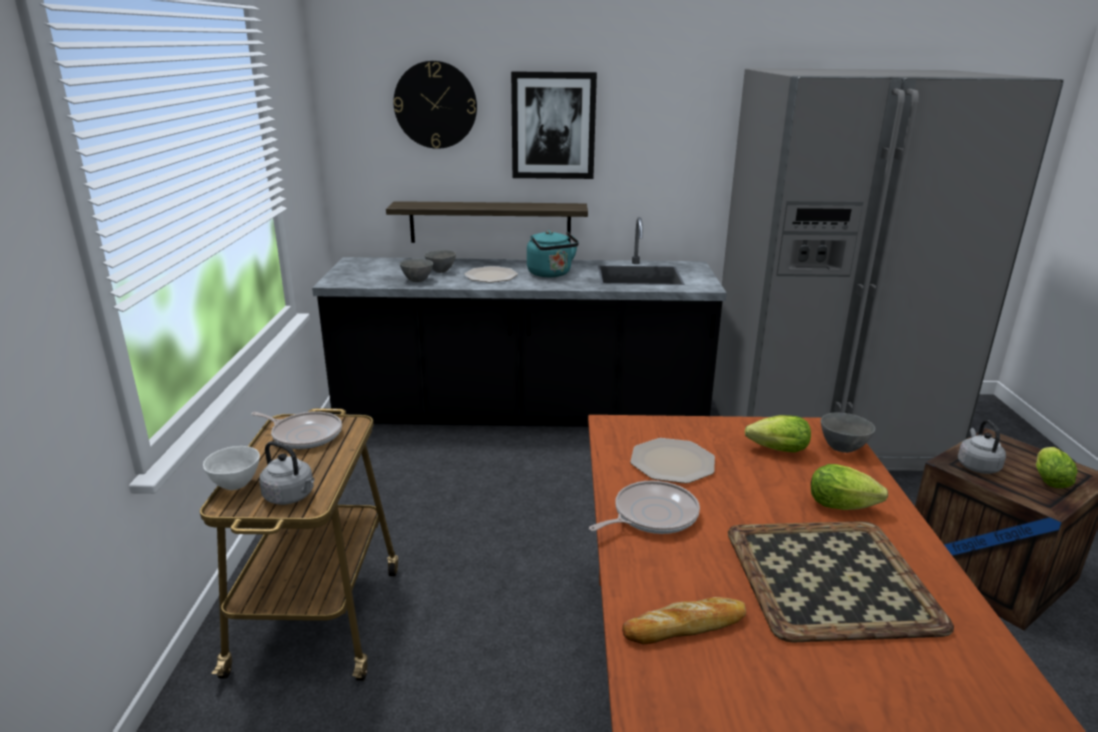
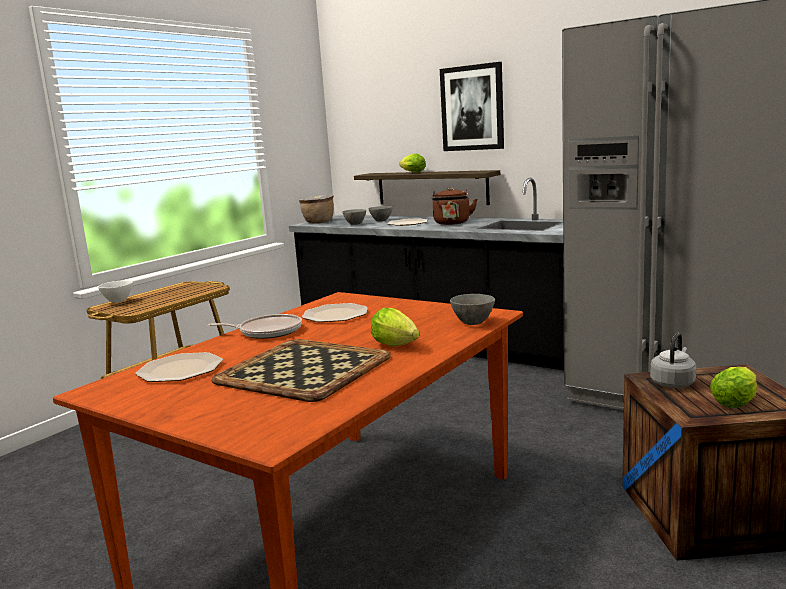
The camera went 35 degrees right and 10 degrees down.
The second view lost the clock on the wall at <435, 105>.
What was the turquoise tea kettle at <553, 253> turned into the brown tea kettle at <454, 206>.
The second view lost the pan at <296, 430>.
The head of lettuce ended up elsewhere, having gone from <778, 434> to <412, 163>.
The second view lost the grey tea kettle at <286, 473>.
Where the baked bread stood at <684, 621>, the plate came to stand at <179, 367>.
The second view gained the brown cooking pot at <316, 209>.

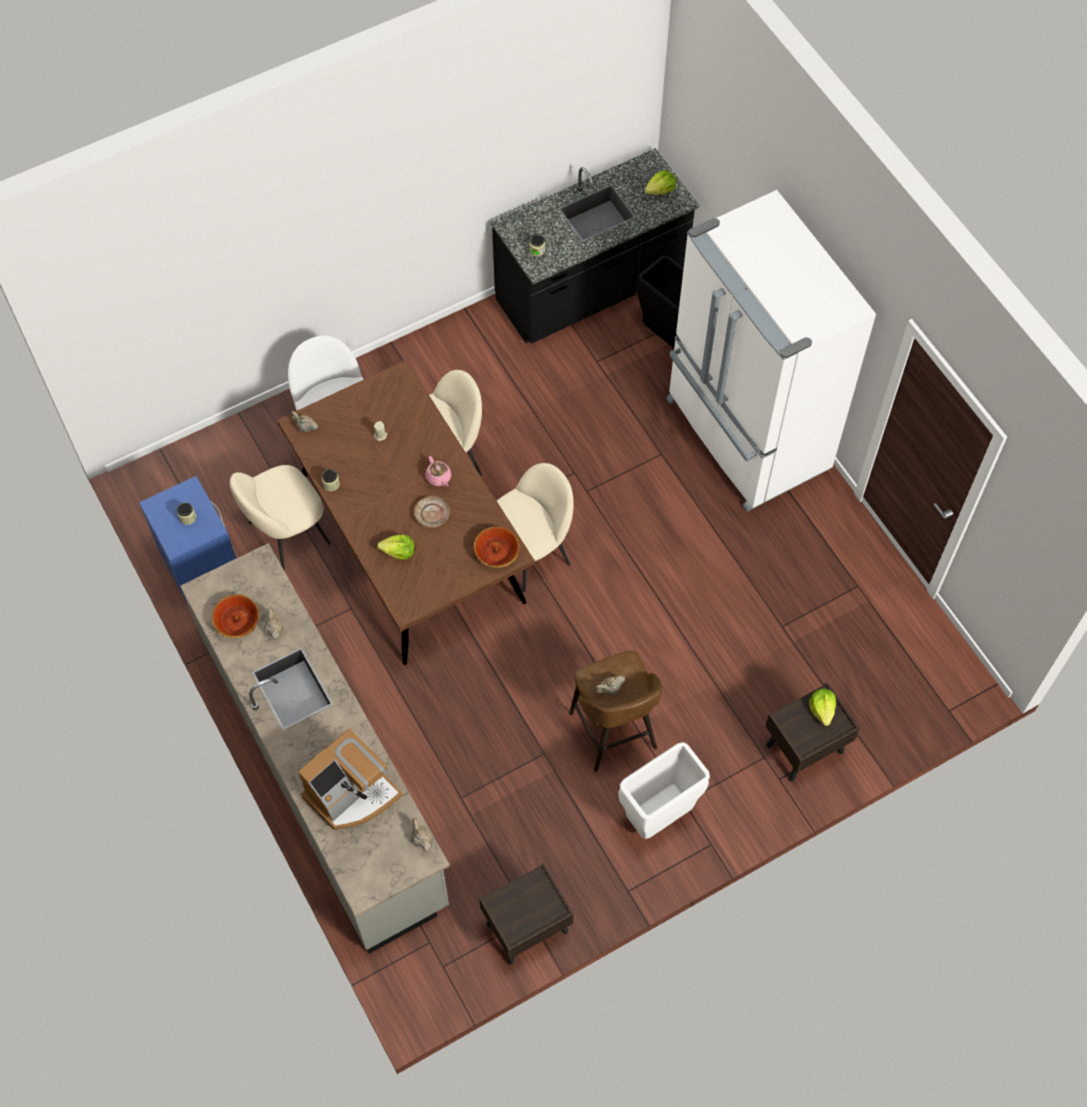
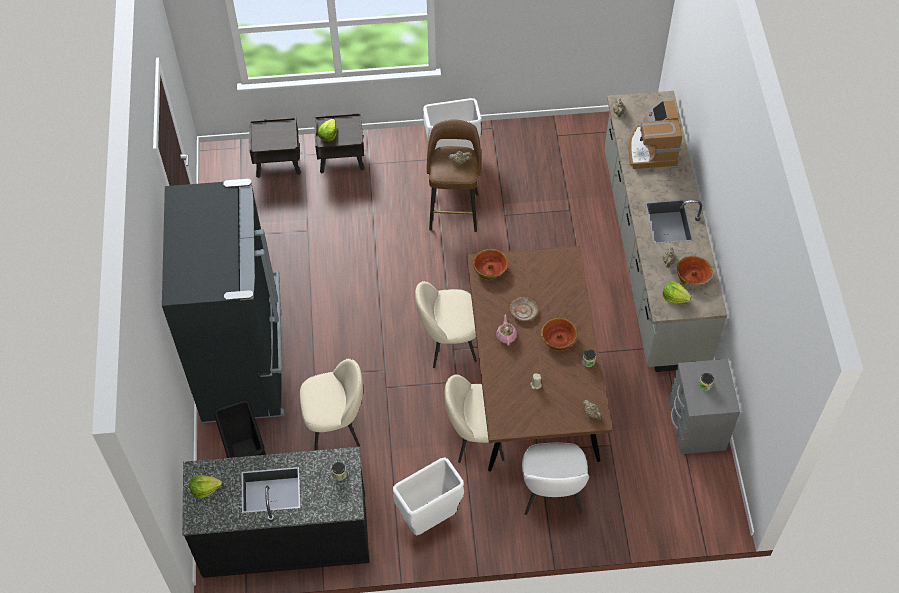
The camera went 155 degrees left and 5 degrees down.
What was the white refrigerator at <771, 351> turned into the black-coloured refrigerator at <223, 301>.
The sand-coloured plain chair ended up elsewhere, having gone from <280, 518> to <331, 405>.
What was the bluish bedside table at <187, 541> turned into the grey bedside table at <704, 406>.
The head of lettuce ended up elsewhere, having gone from <396, 547> to <677, 292>.
The coffee maker at <350, 779> ended up facing another way, 75 degrees counterclockwise from before.
The brown bedside table ended up elsewhere, having gone from <526, 914> to <275, 147>.
The second view gained the deep dish at <559, 334>.
The second view gained the white trash can at <428, 496>.

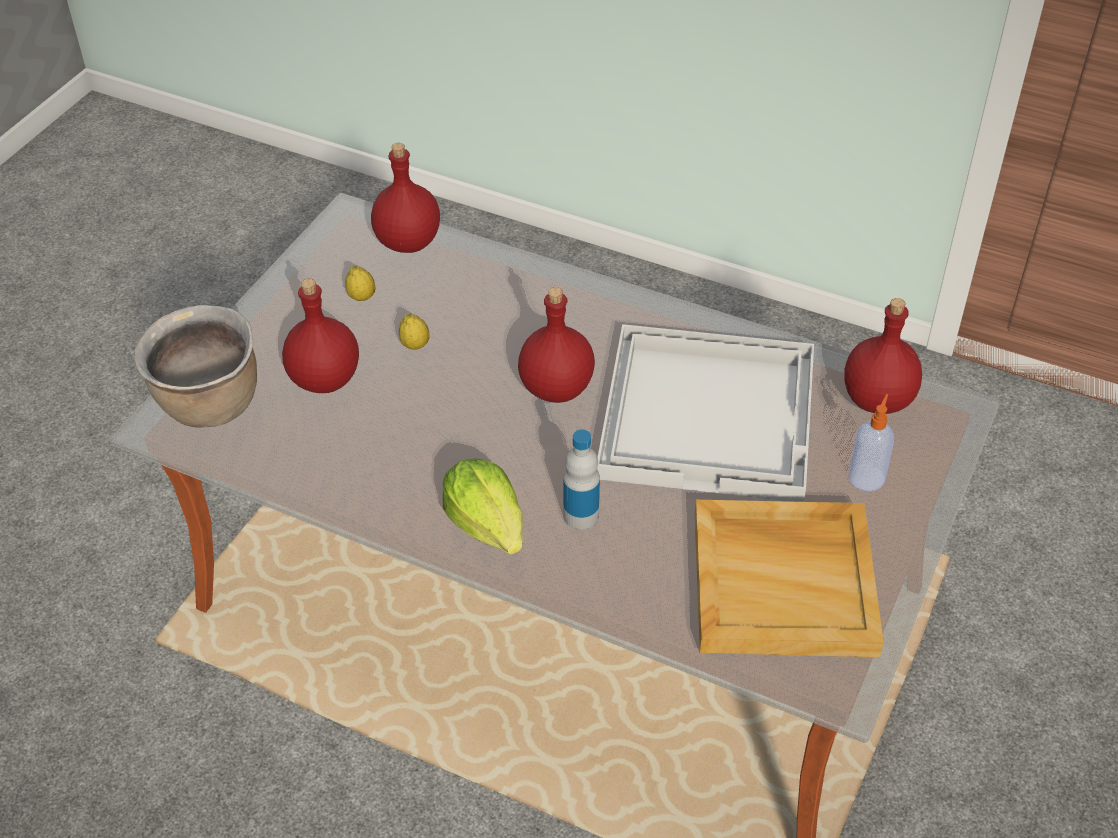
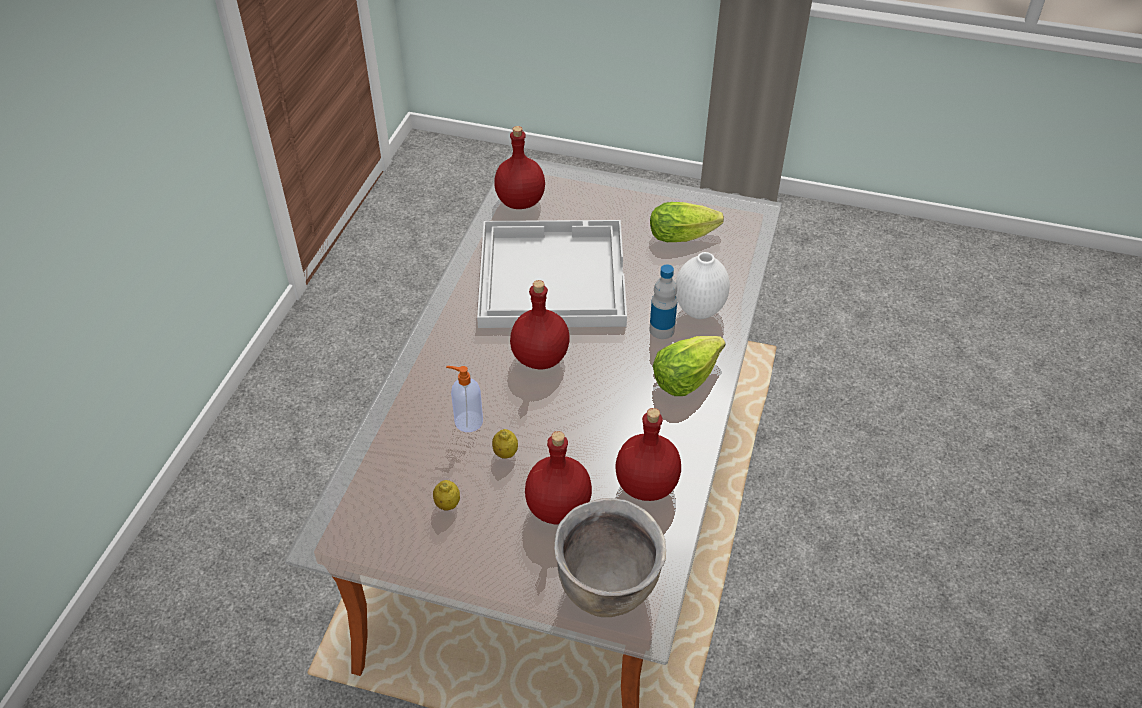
The camera went 100 degrees left and 0 degrees up.
The reddish drink bottle ended up elsewhere, having gone from <405, 198> to <648, 454>.
The soap bottle ended up elsewhere, having gone from <871, 442> to <464, 399>.
Where the sand-coloured serving tray stood at <789, 578>, the head of lettuce came to stand at <687, 222>.
The second view gained the white vase at <703, 285>.

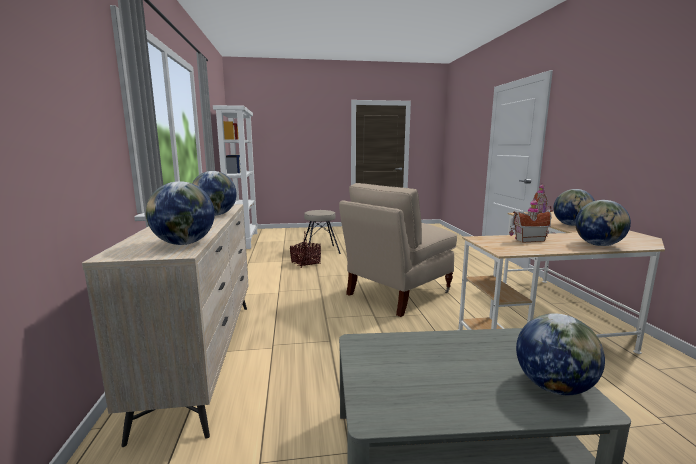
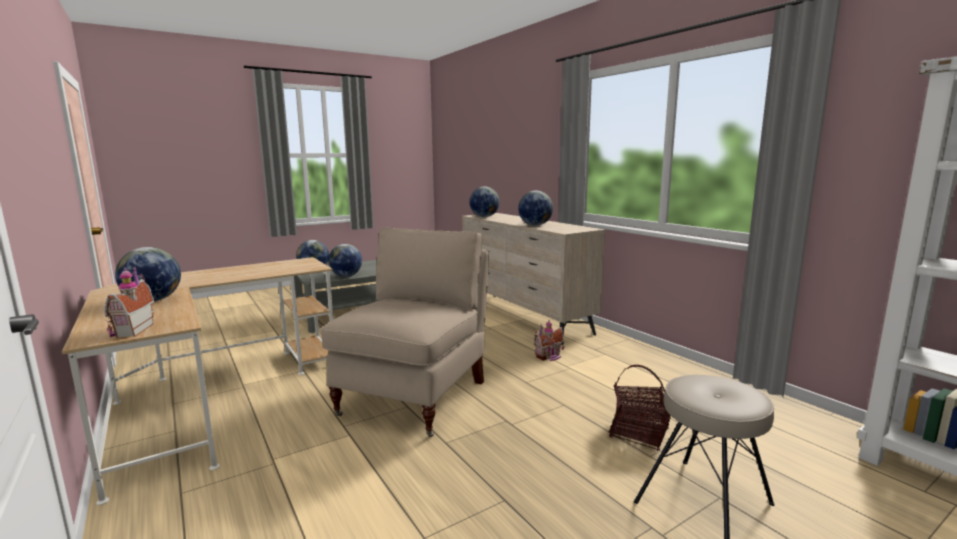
The camera went 155 degrees right and 0 degrees up.
The toy house ended up elsewhere, having gone from <531, 220> to <549, 340>.
The desk globe ended up elsewhere, having gone from <603, 223> to <345, 260>.

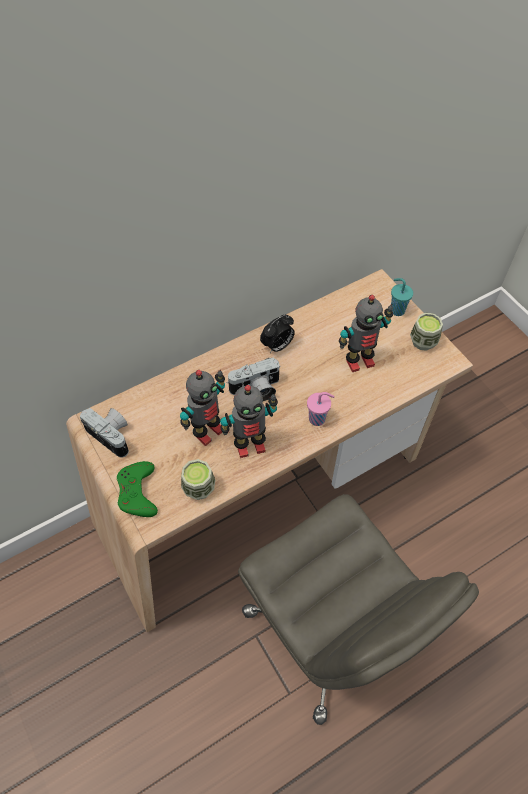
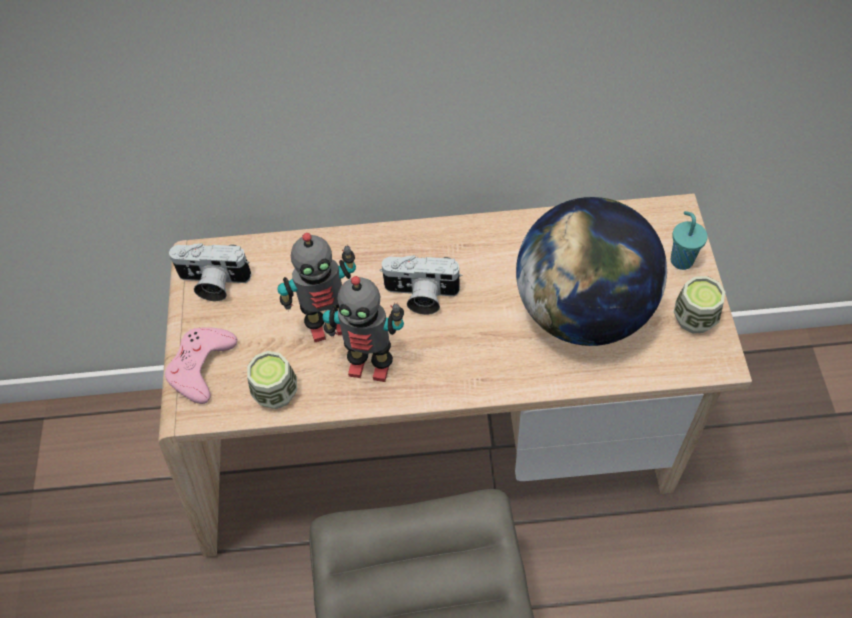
The camera went 30 degrees right and 0 degrees up.
Where the toy robot stood at <366, 333>, the desk globe came to stand at <591, 271>.
The second view lost the bedside clock at <277, 334>.
The second view lost the pinkish small cup at <321, 409>.
The still camera at <104, 433> ended up facing another way, 120 degrees clockwise from before.
What was the green joypad at <137, 489> turned into the pinkish joypad at <201, 366>.

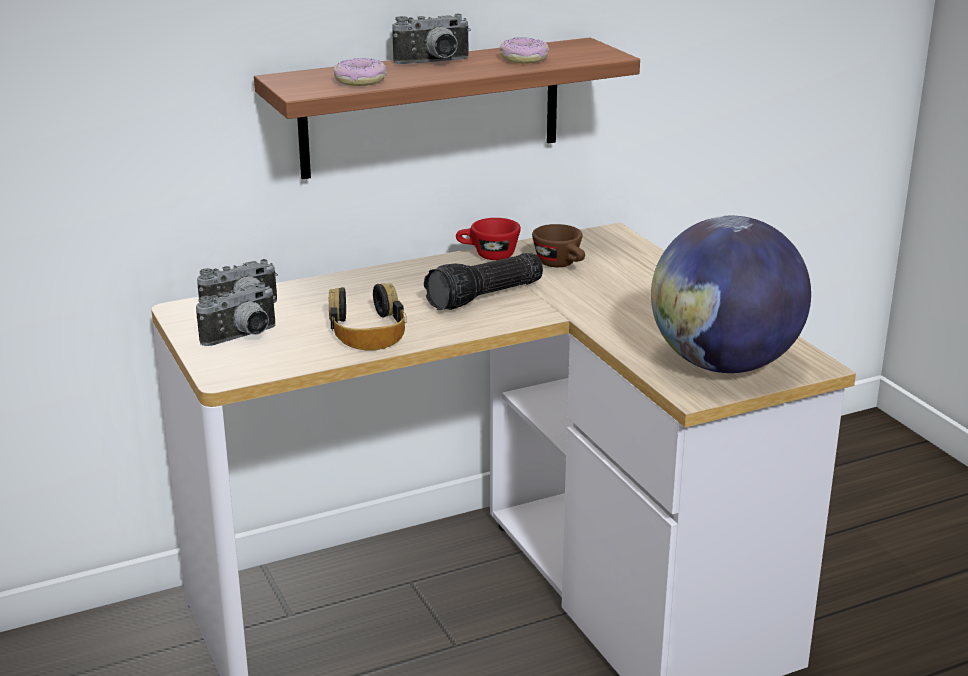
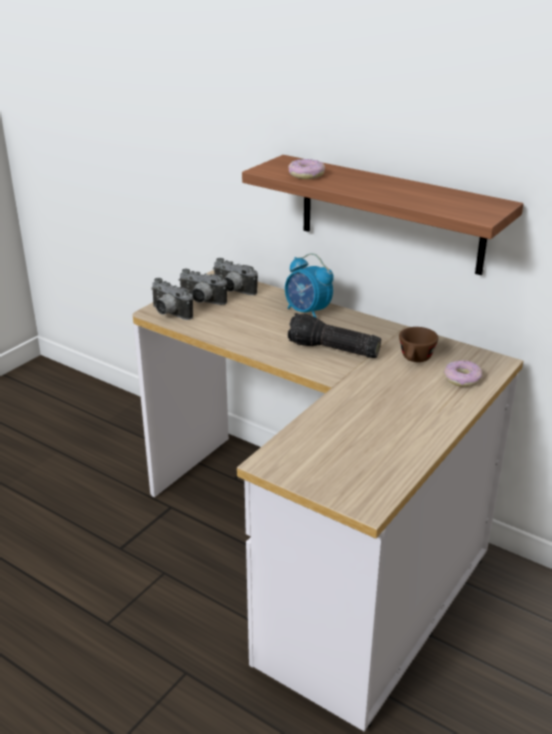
The camera went 60 degrees right and 5 degrees up.
The still camera ended up elsewhere, having gone from <432, 38> to <172, 299>.
The doughnut ended up elsewhere, having gone from <524, 50> to <463, 373>.
The second view lost the desk globe at <731, 294>.
The second view lost the reddish small cup at <488, 239>.
The second view lost the headset at <368, 317>.
The second view gained the bedside clock at <309, 285>.

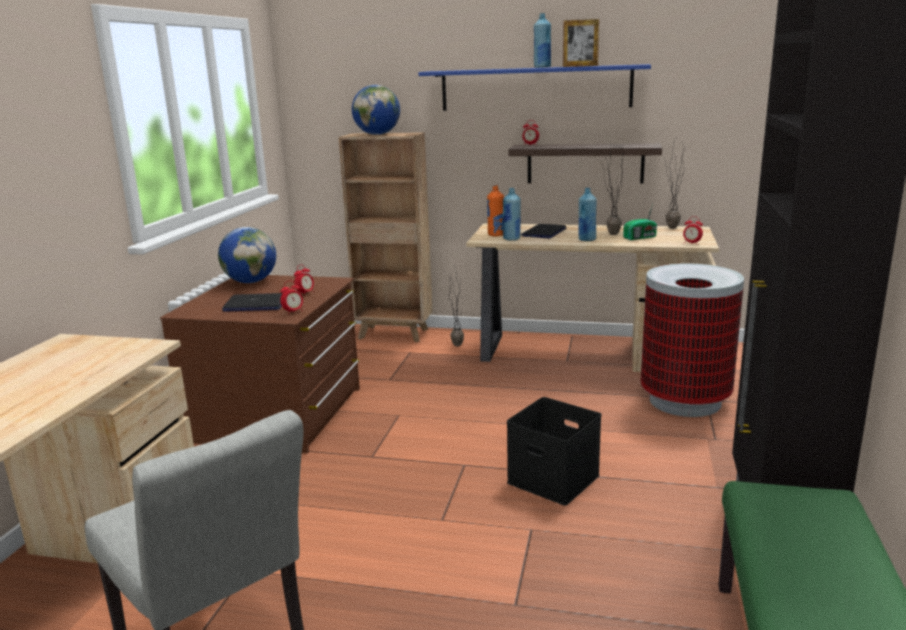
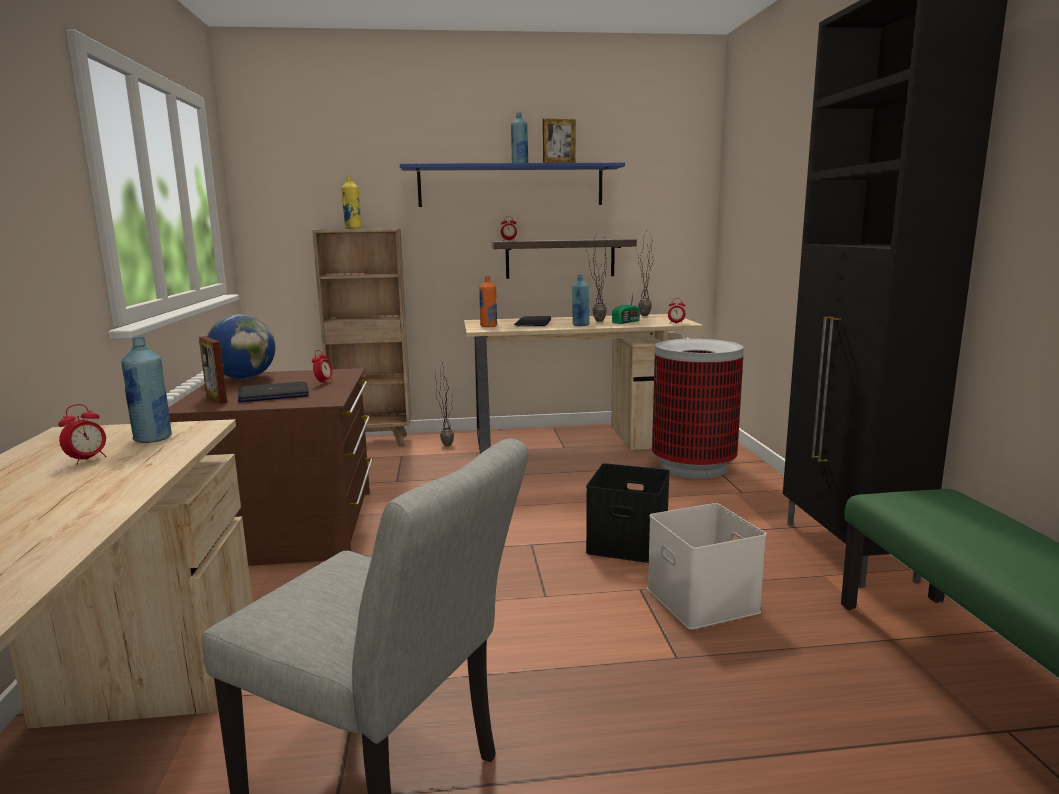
The camera went 20 degrees left and 5 degrees down.
Where the desk globe stood at <376, 110>, the yellow-coloured drink bottle came to stand at <351, 202>.
The bluish drink bottle ended up elsewhere, having gone from <512, 214> to <146, 389>.
The bedside clock ended up elsewhere, having gone from <291, 296> to <82, 434>.
The second view gained the photo frame at <213, 370>.
The second view gained the white storage bin at <707, 566>.

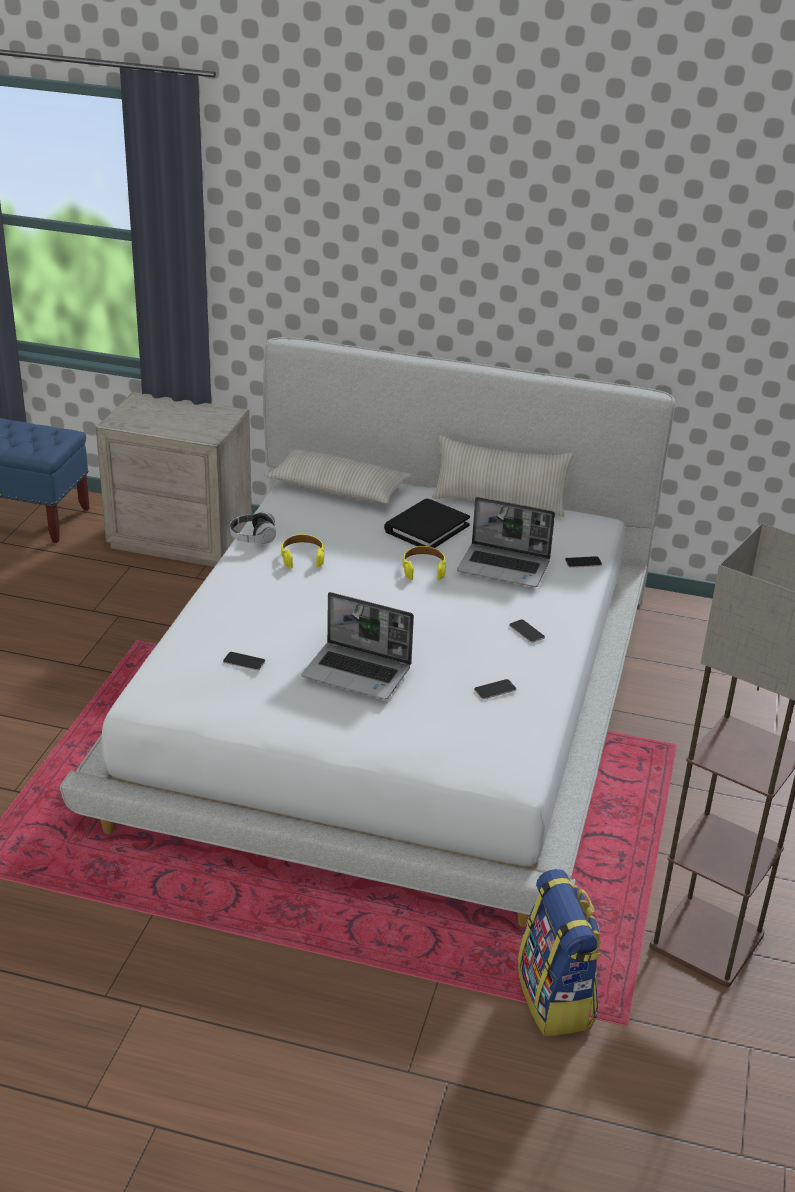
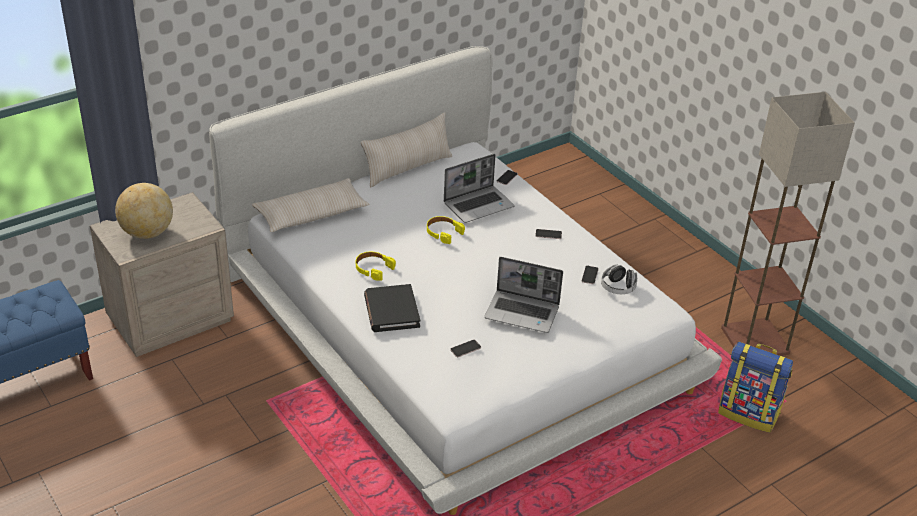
The camera went 50 degrees left and 5 degrees up.
The black-coloured book ended up elsewhere, having gone from <427, 523> to <392, 308>.
The headset ended up elsewhere, having gone from <253, 528> to <619, 279>.
The notebook computer at <358, 646> ended up facing another way, 45 degrees clockwise from before.
The second view gained the desk globe at <144, 211>.

